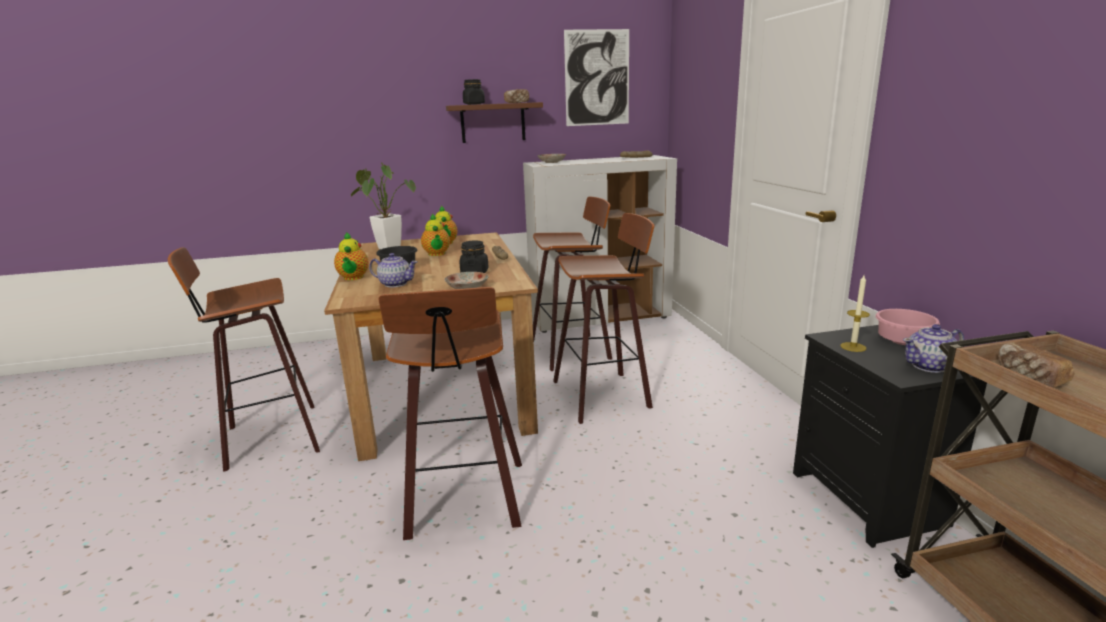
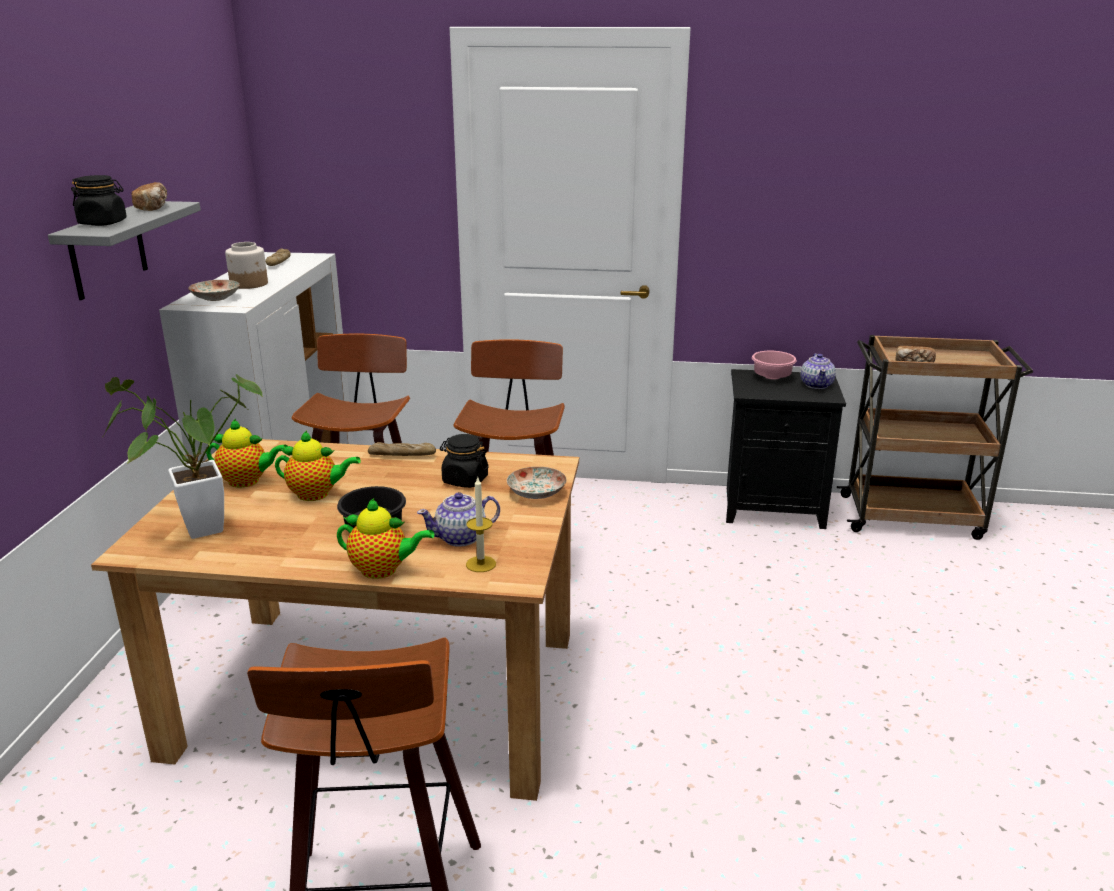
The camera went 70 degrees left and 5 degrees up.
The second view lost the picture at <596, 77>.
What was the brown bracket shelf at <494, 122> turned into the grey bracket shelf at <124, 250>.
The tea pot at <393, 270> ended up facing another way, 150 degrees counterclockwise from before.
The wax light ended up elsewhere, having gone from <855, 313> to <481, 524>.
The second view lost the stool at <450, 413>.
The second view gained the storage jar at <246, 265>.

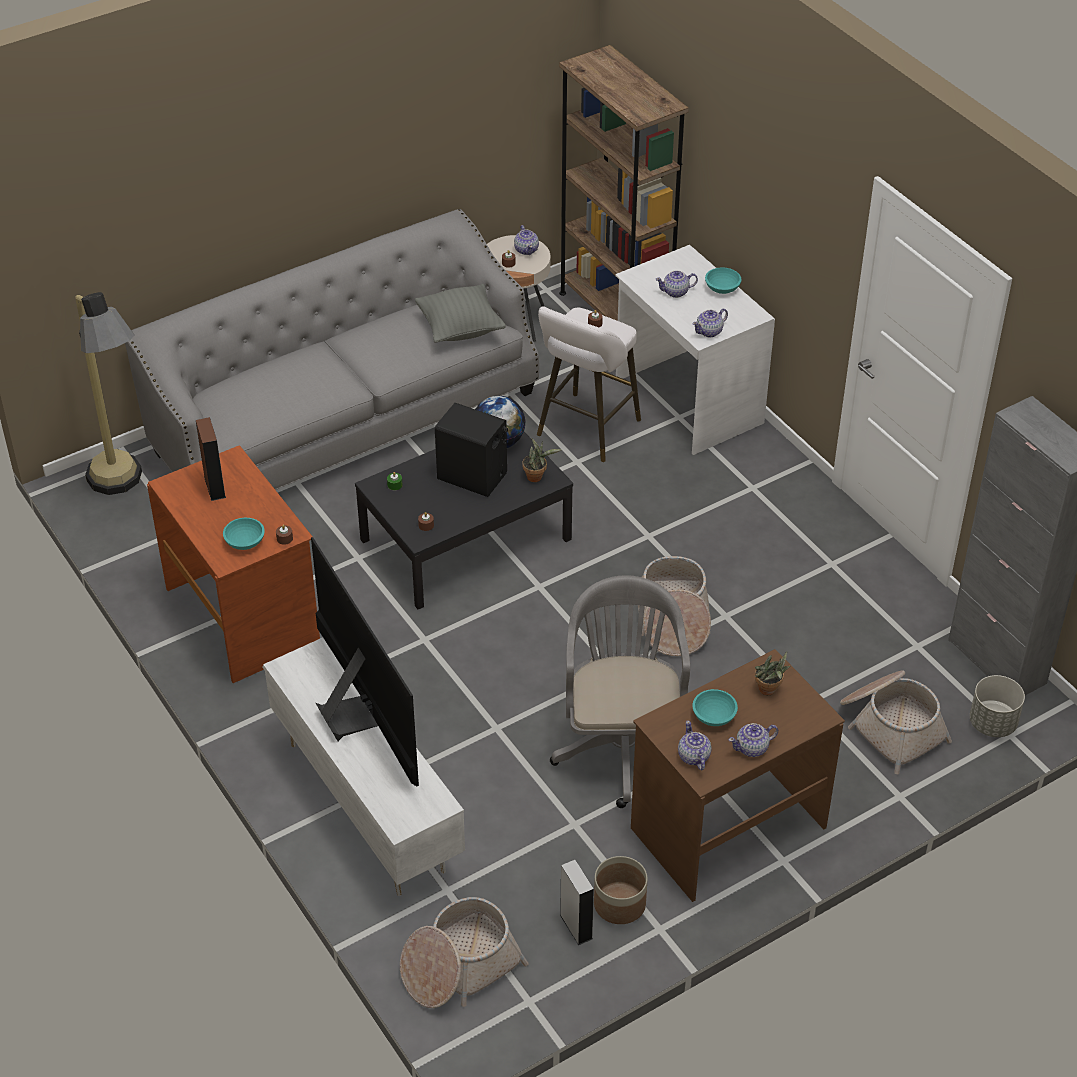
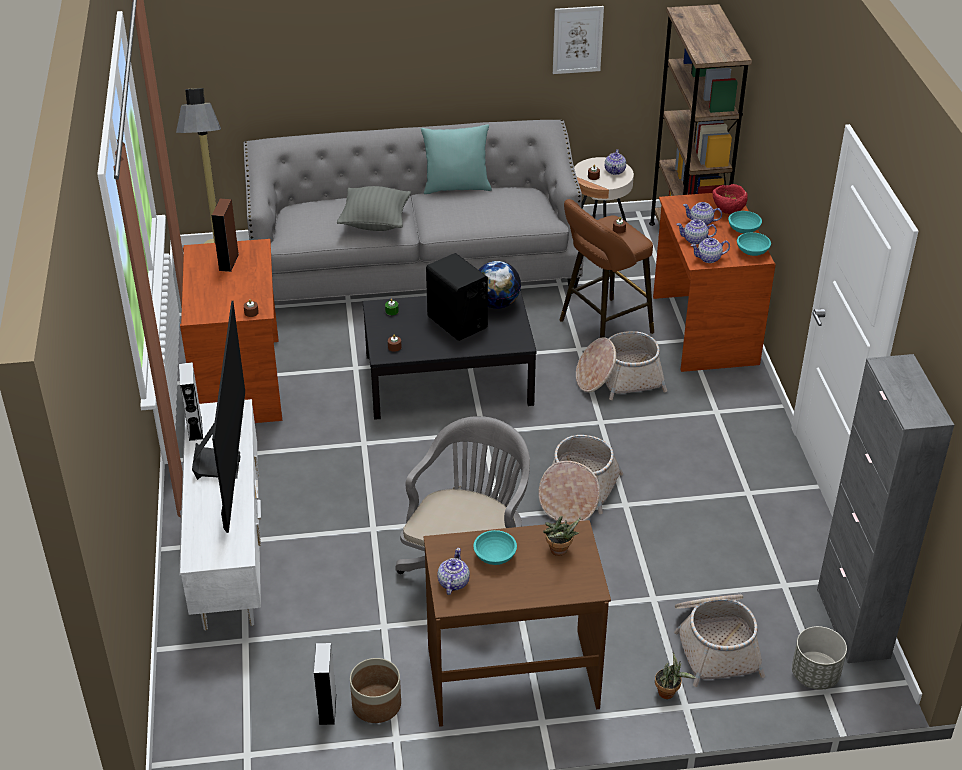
The camera went 25 degrees right and 5 degrees down.
What was the white desk unit at <695, 350> turned into the brown desk unit at <714, 282>.
The grey throw pillow ended up elsewhere, having gone from <460, 313> to <374, 208>.
What was the white stool at <589, 384> turned into the brown stool at <607, 268>.
The houseplant ended up elsewhere, having gone from <542, 460> to <675, 675>.
The turquoise deep dish ended up elsewhere, having gone from <244, 534> to <754, 244>.
The tea pot ended up elsewhere, having gone from <753, 740> to <696, 232>.
The basket ended up elsewhere, having gone from <464, 952> to <621, 365>.
The second view gained the picture at <578, 40>.
The second view gained the turquoise throw pillow at <456, 159>.
The second view gained the reddish deep dish at <730, 199>.
The second view gained the grey loudspeaker at <191, 401>.

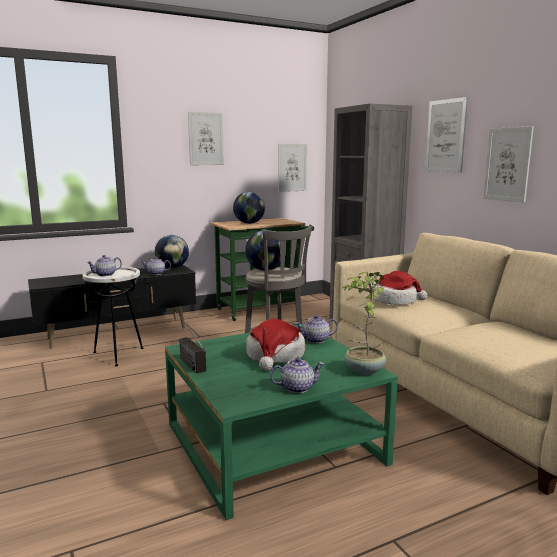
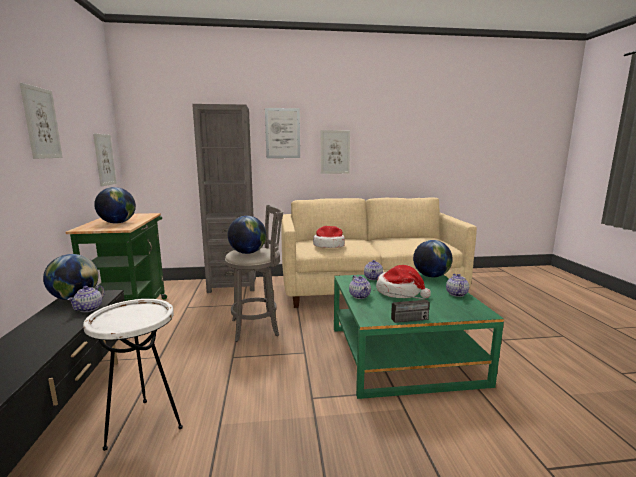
The camera went 70 degrees left and 0 degrees up.
The tea pot ended up elsewhere, having gone from <104, 265> to <360, 287>.
Where the houseplant stood at <364, 323>, the desk globe came to stand at <433, 258>.

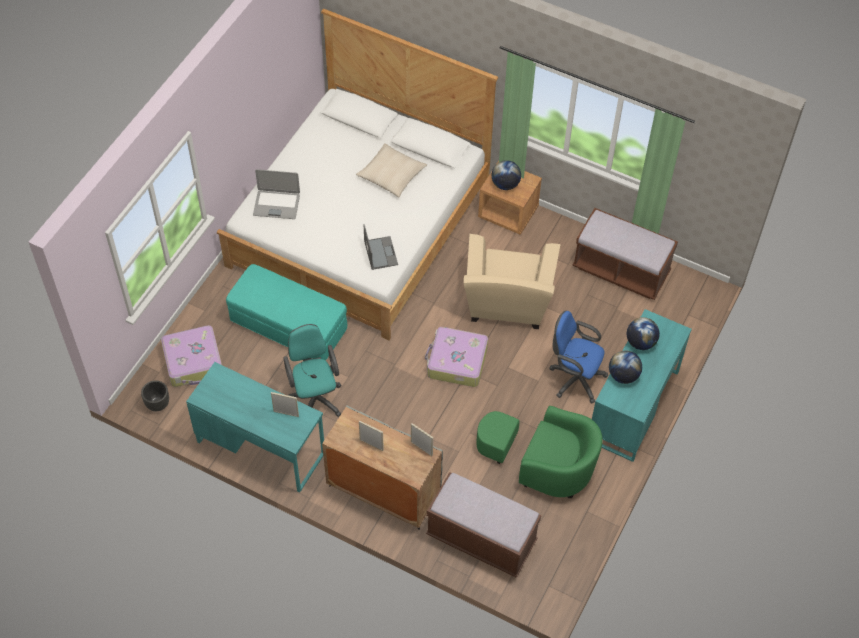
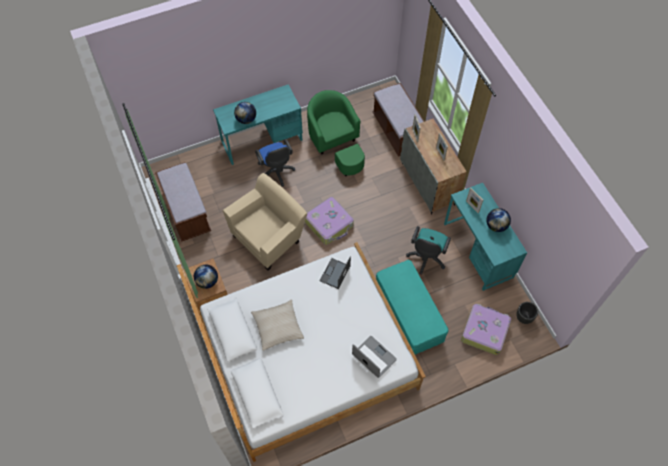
The camera went 140 degrees left and 5 degrees up.
The desk globe ended up elsewhere, having gone from <625, 367> to <498, 220>.

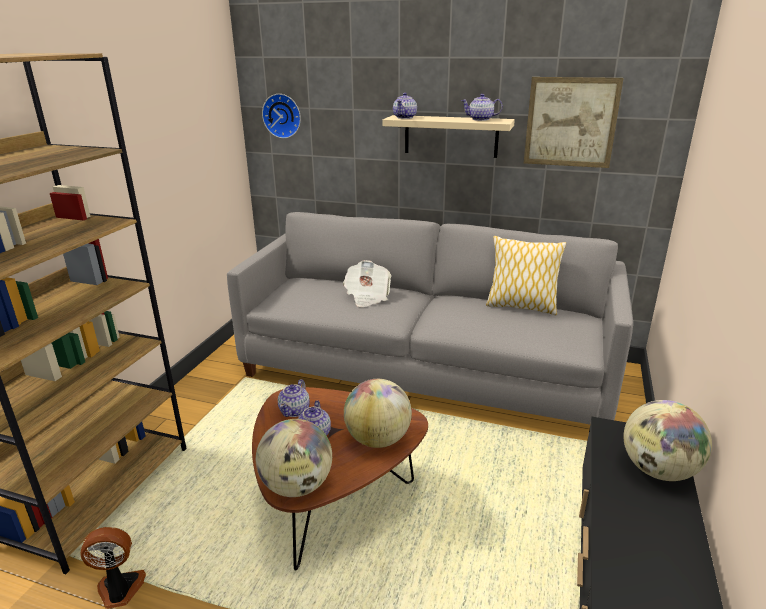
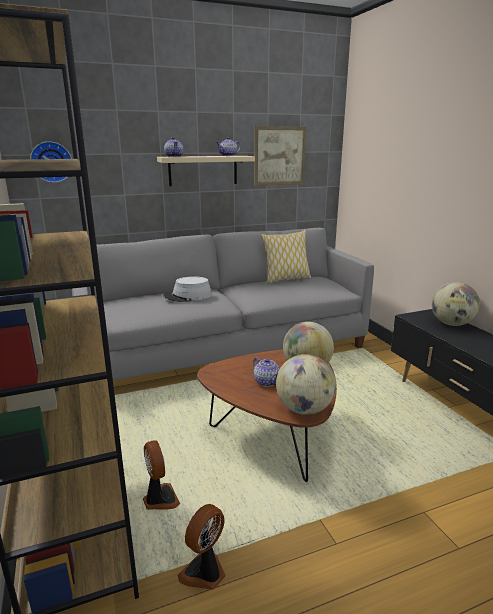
The camera went 40 degrees left and 5 degrees down.
Where the daily paper stood at <367, 283>, the grey hat came to stand at <187, 289>.
The second view lost the tea pot at <294, 398>.
The second view gained the fan at <161, 475>.

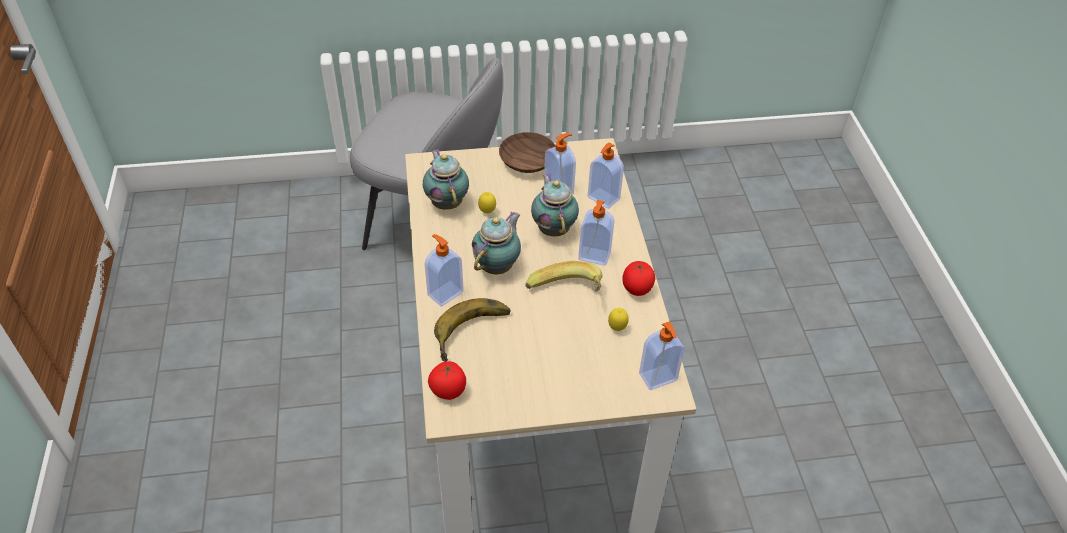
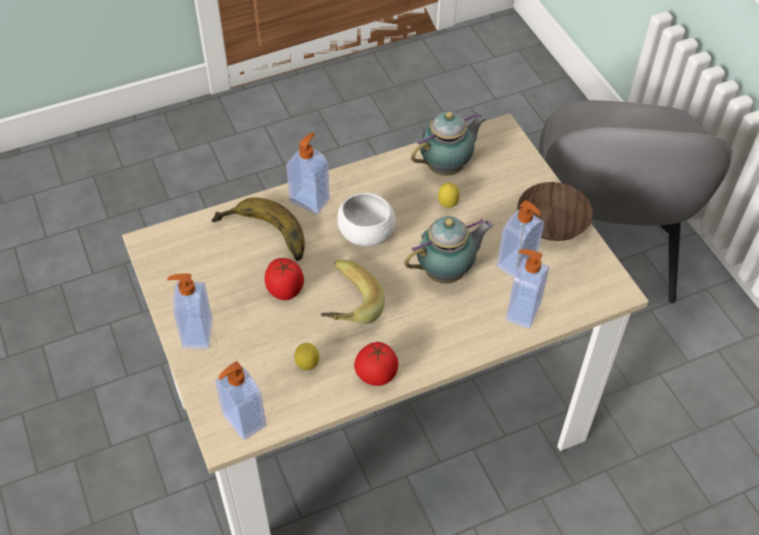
The camera went 75 degrees right and 5 degrees up.
The soap bottle ended up elsewhere, having gone from <596, 233> to <189, 311>.
Where the tea pot stood at <496, 242>, the white deep dish came to stand at <366, 219>.
The whole tomato ended up elsewhere, having gone from <447, 380> to <284, 279>.

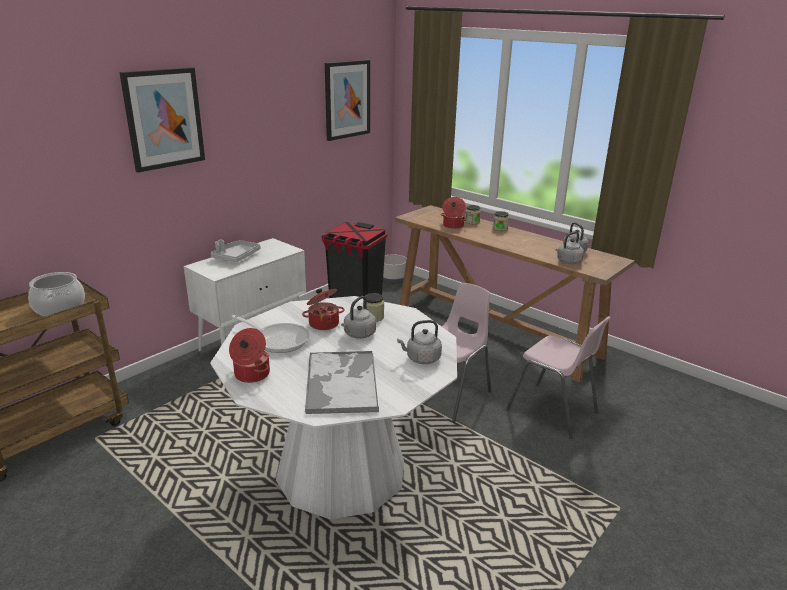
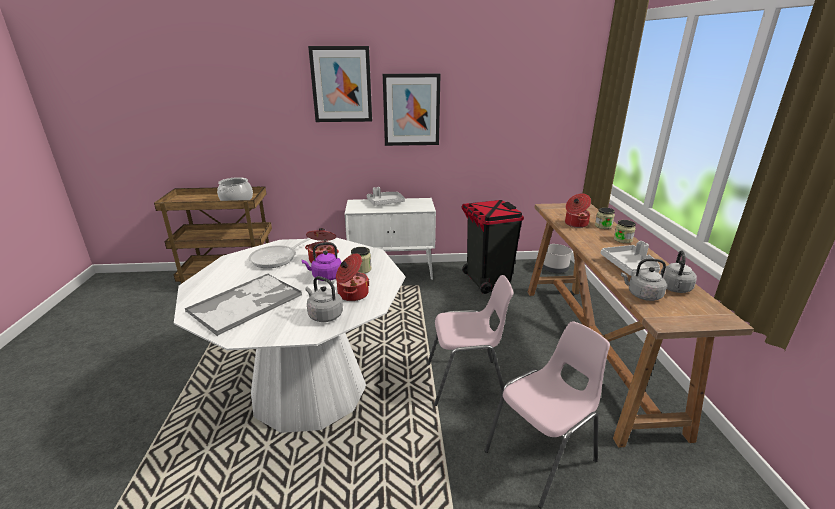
The camera went 45 degrees right and 0 degrees up.
The picture ended up elsewhere, having gone from <347, 100> to <412, 109>.
What was the grey tea kettle at <358, 317> turned into the purple tea kettle at <322, 261>.
The pan at <270, 334> ended up facing another way, 60 degrees clockwise from before.
The pinkish plain chair at <558, 377> ended up facing another way, 120 degrees counterclockwise from before.
The cooking pot ended up elsewhere, having gone from <249, 355> to <352, 277>.
The second view gained the grey serving tray at <630, 258>.

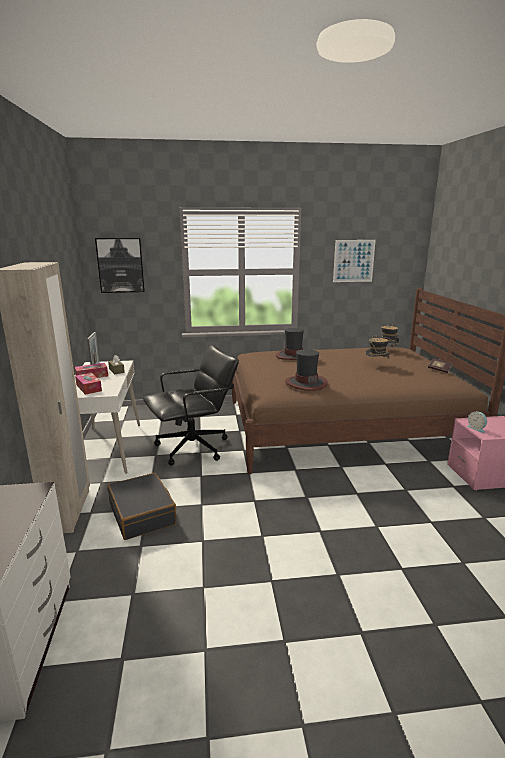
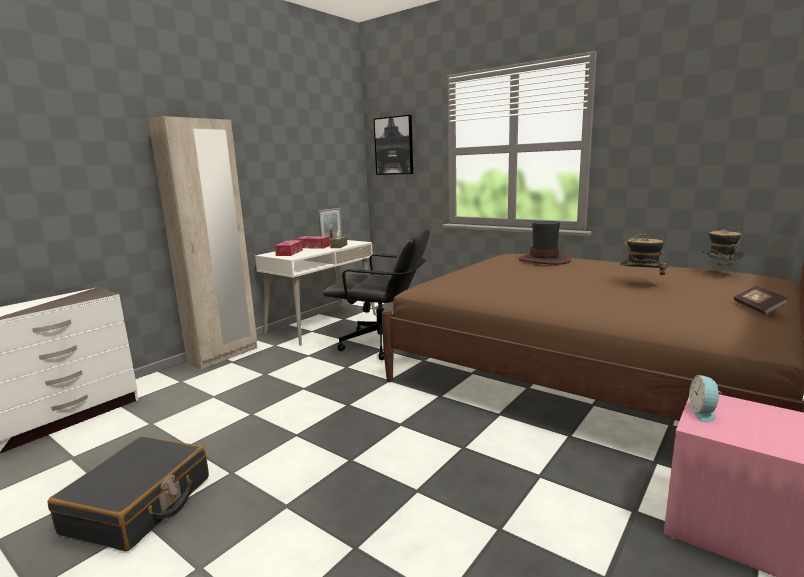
The camera went 45 degrees right and 5 degrees down.
The second view lost the picture at <354, 261>.
The second view lost the hat at <306, 370>.
The black-coloured piece of luggage ended up elsewhere, having gone from <142, 506> to <128, 493>.

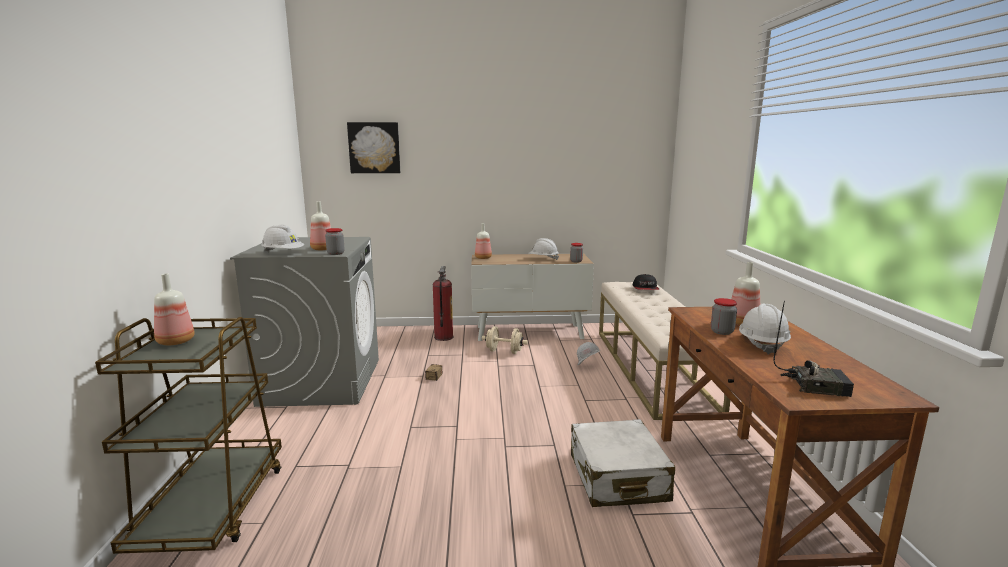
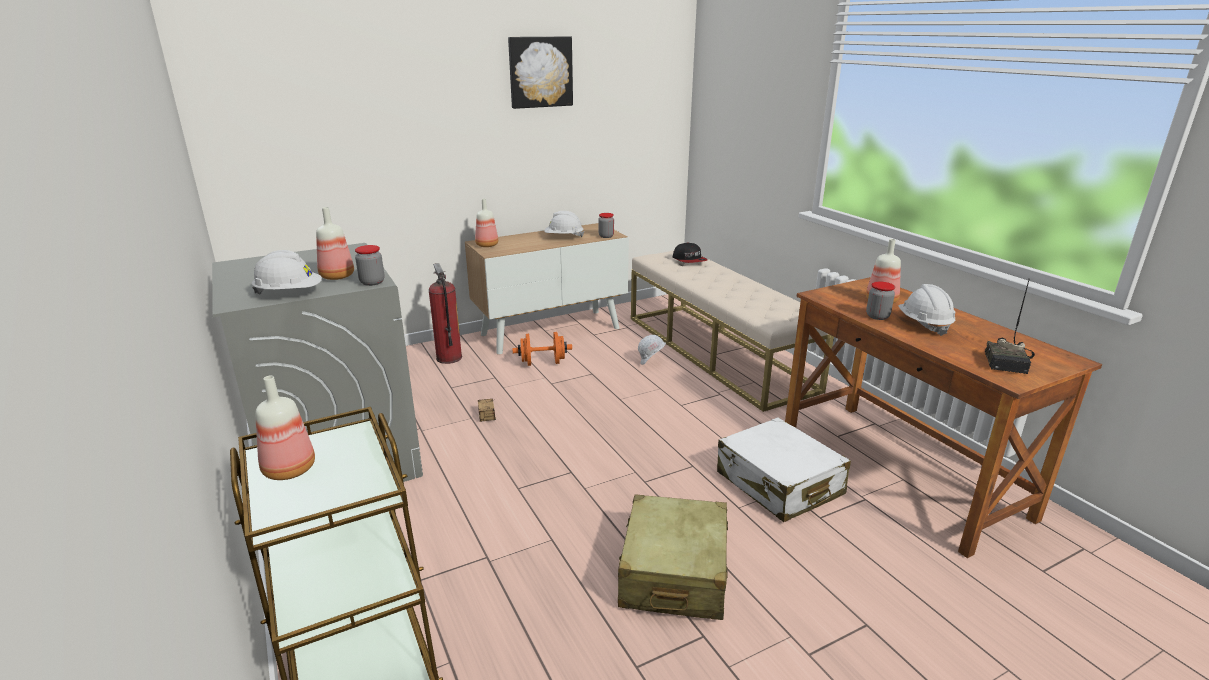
The camera went 25 degrees left and 10 degrees up.
The picture ended up elsewhere, having gone from <373, 147> to <540, 72>.
The radio at <814, 349> ended up facing another way, 120 degrees clockwise from before.
What was the sand-coloured dumbbell at <505, 340> turned into the orangey dumbbell at <542, 349>.
The second view gained the sand-coloured piece of luggage at <673, 557>.

